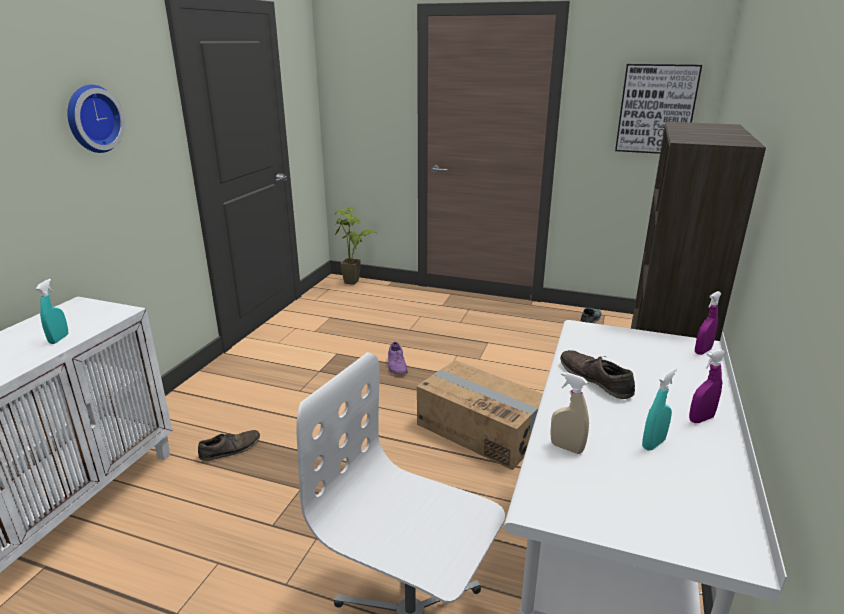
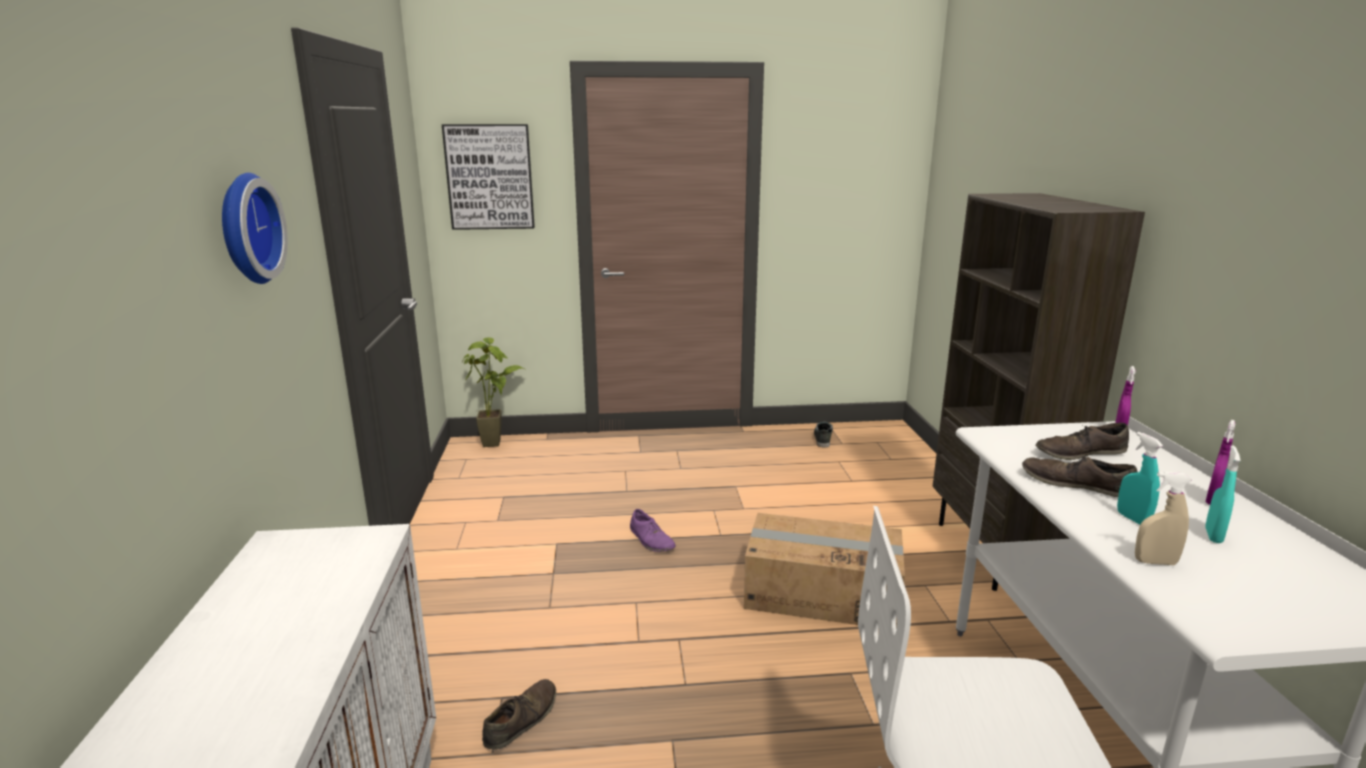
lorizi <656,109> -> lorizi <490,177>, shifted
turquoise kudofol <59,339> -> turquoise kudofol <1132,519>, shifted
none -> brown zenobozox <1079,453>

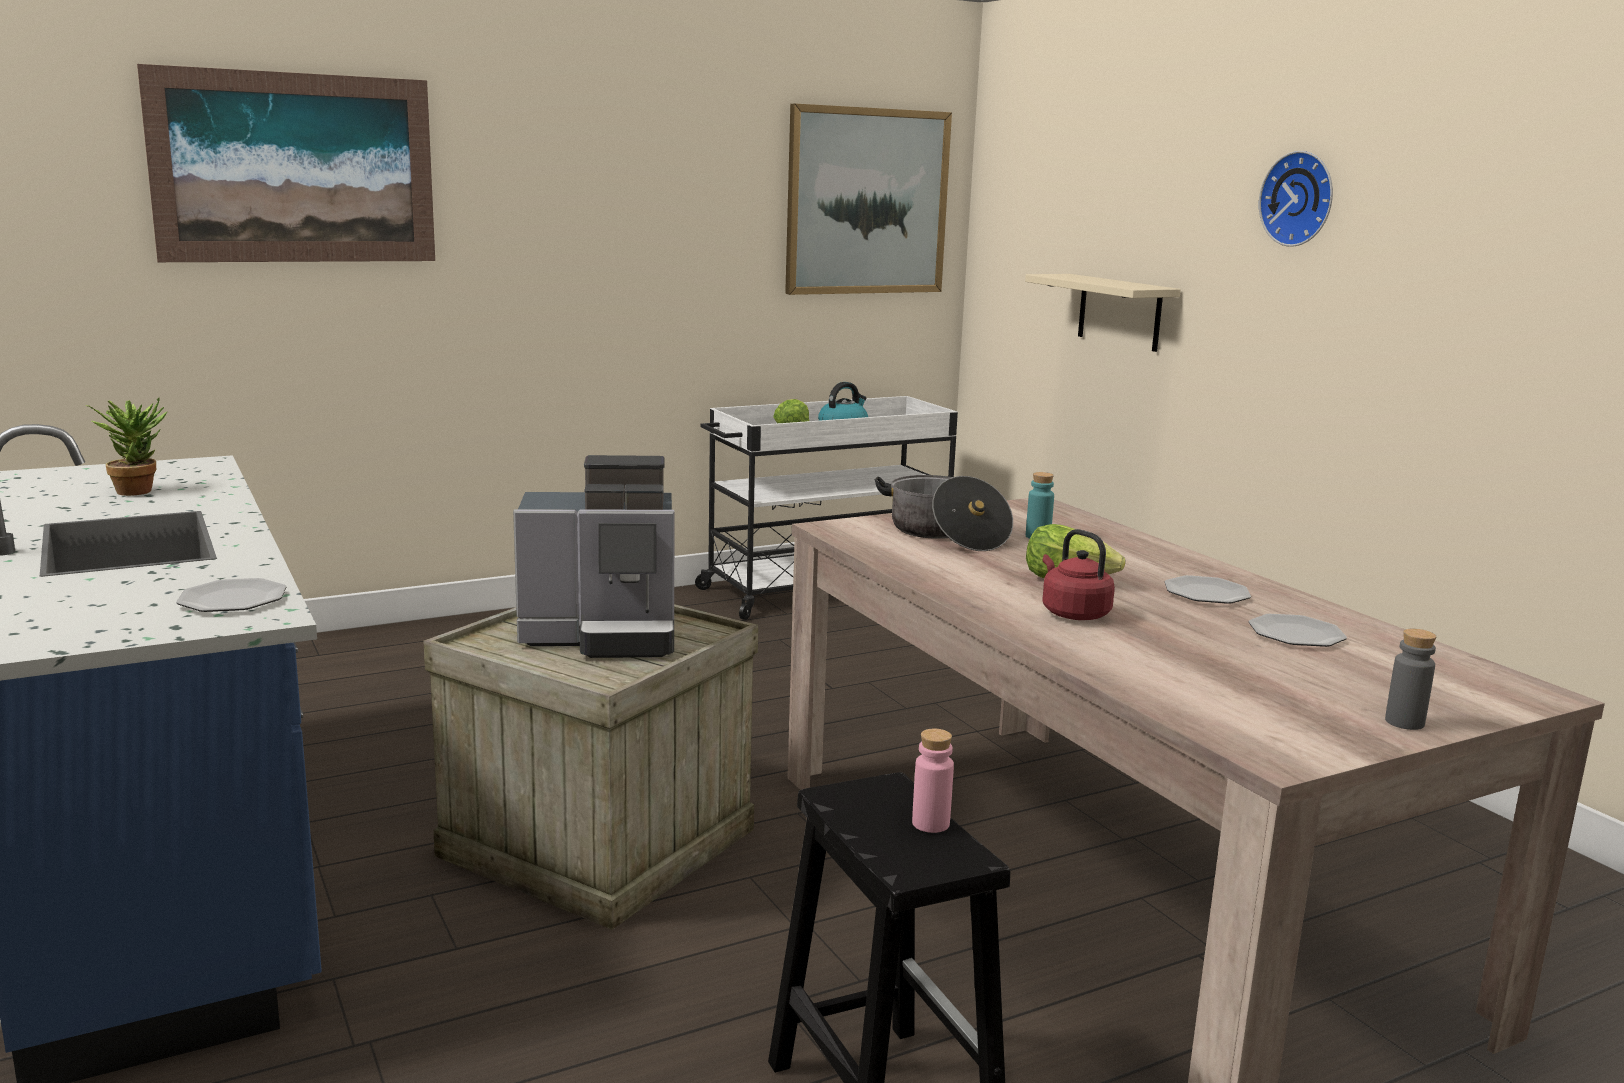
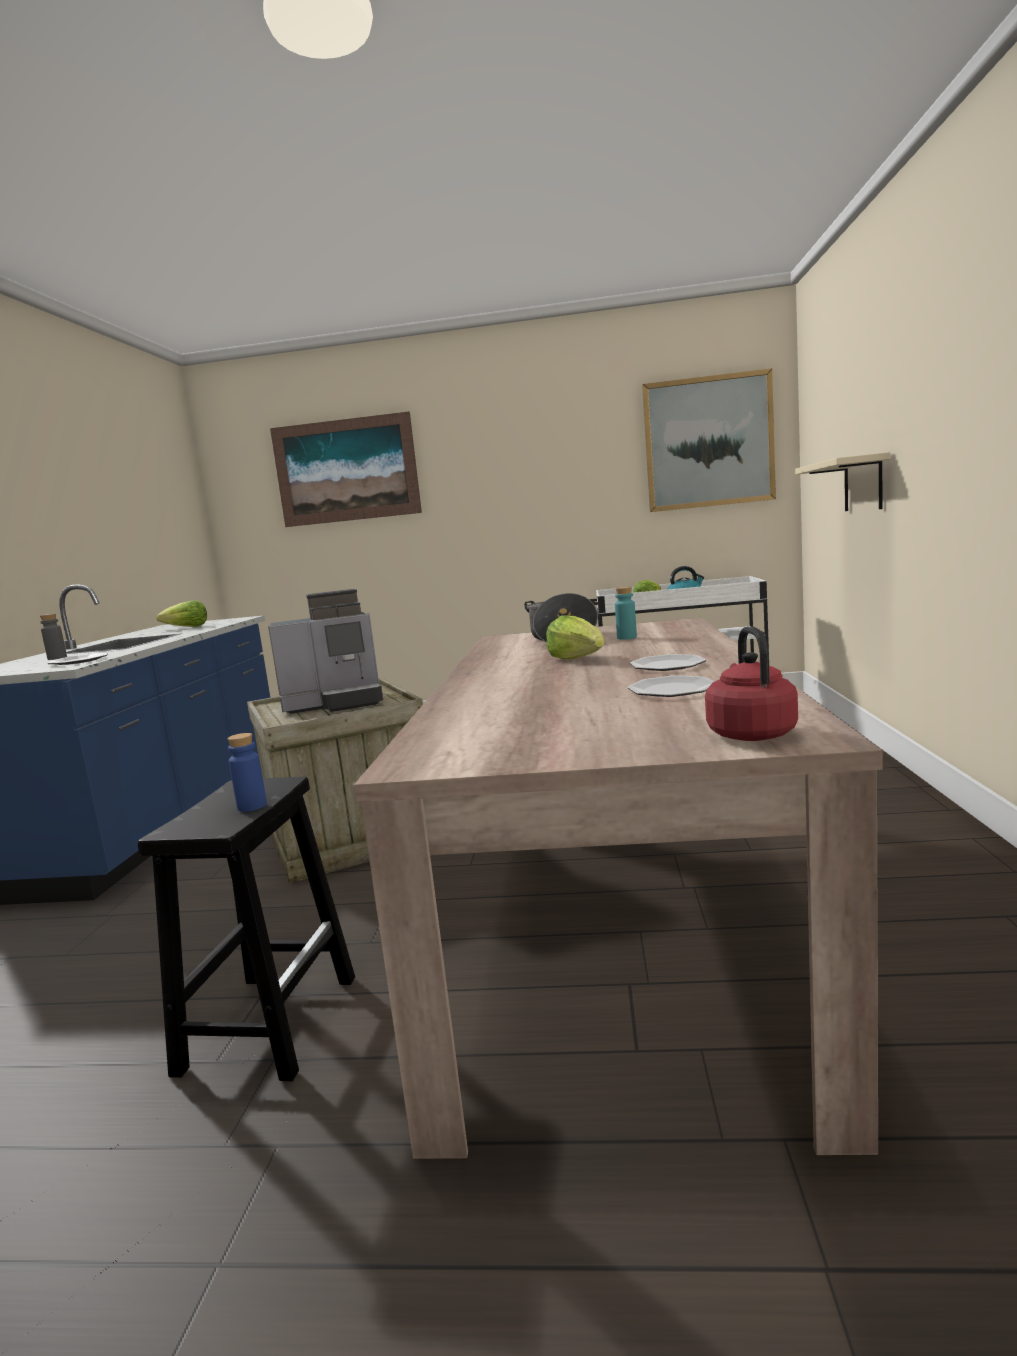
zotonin <1300,199> -> none
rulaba <138,490> -> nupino <186,627>
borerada <605,637> -> borerada <336,703>, 45 degrees counterclockwise
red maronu <1072,613> -> red maronu <750,733>, shifted
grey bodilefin <1404,722> -> grey bodilefin <57,658>, shifted
pink bodilefin <930,824> -> blue bodilefin <252,806>

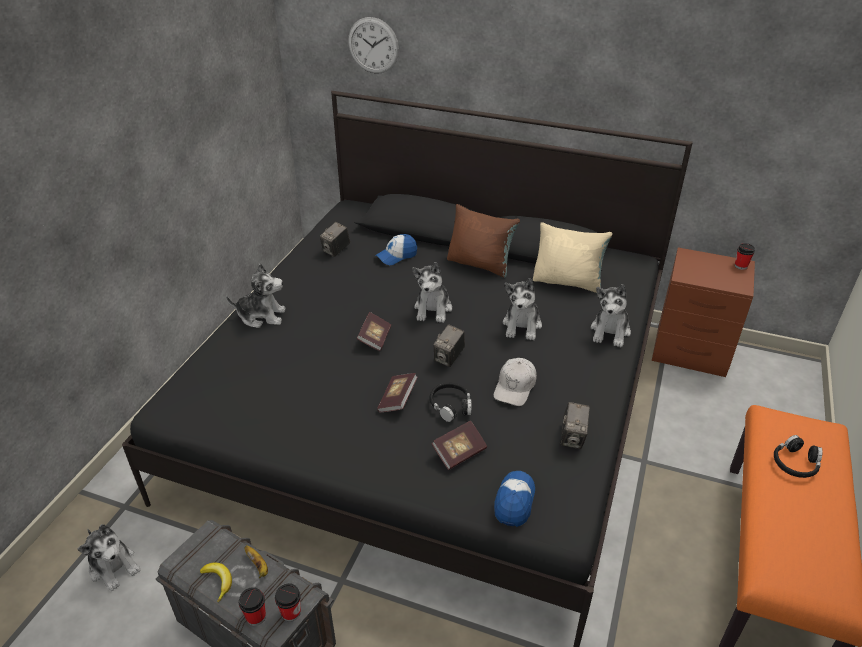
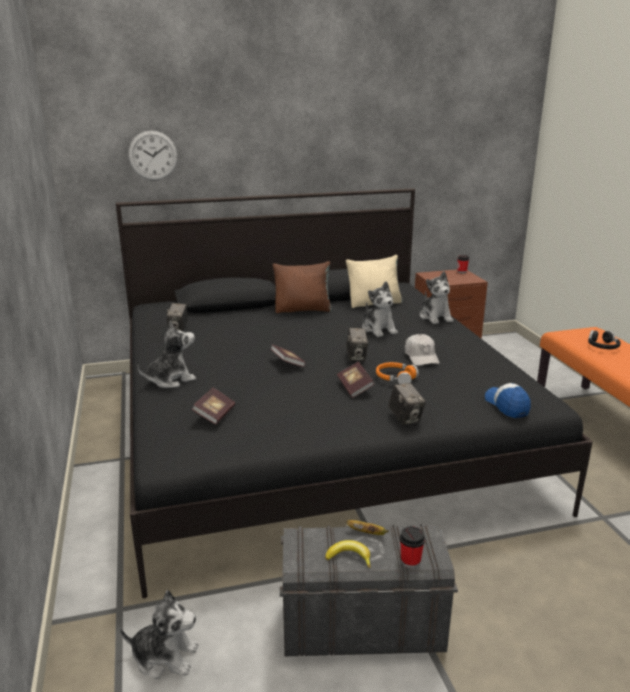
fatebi <397,256> -> none
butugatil <433,309> -> none
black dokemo <451,406> -> orange dokemo <395,378>
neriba <572,438> -> neriba <405,418>, shifted
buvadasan <459,452> -> buvadasan <215,414>, shifted
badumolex <291,612> -> none

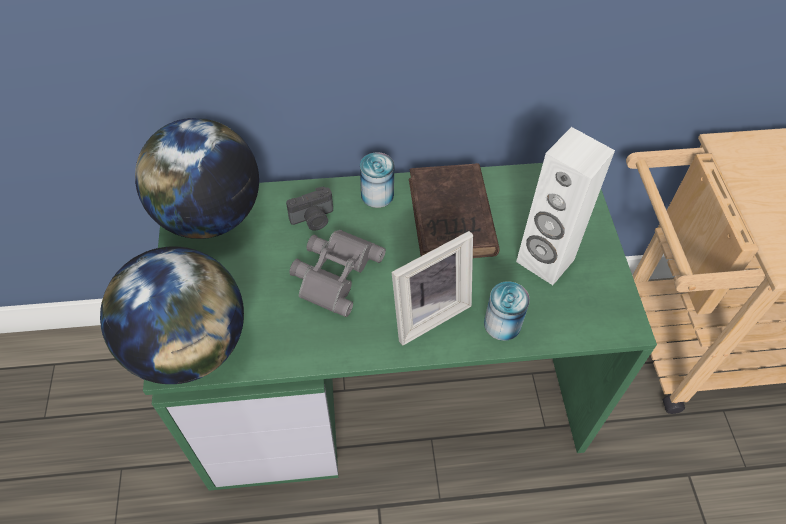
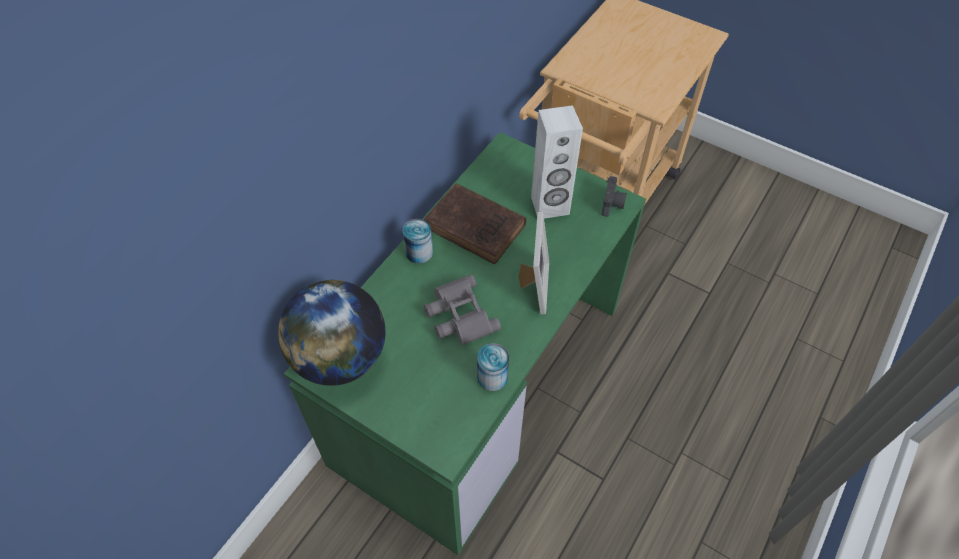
neriba <313,219> -> neriba <612,204>, shifted
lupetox <189,347> -> none
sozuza <502,324> -> sozuza <492,377>, shifted

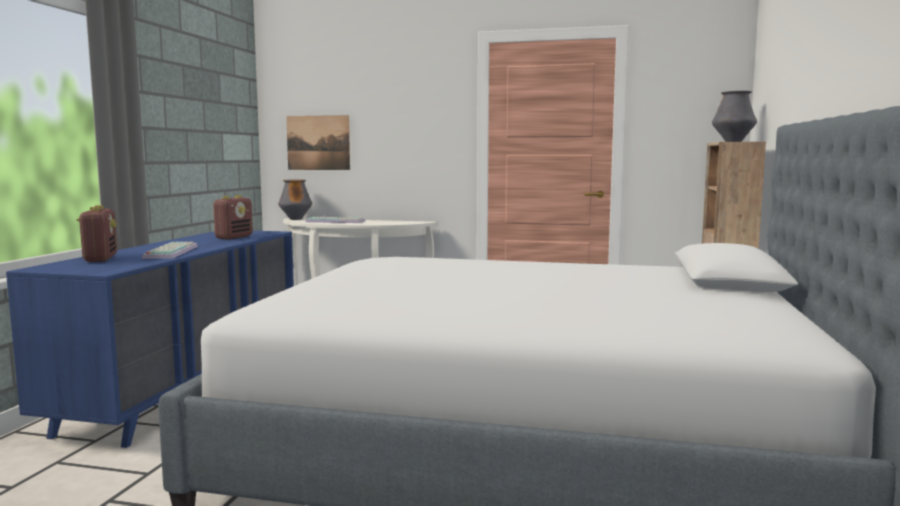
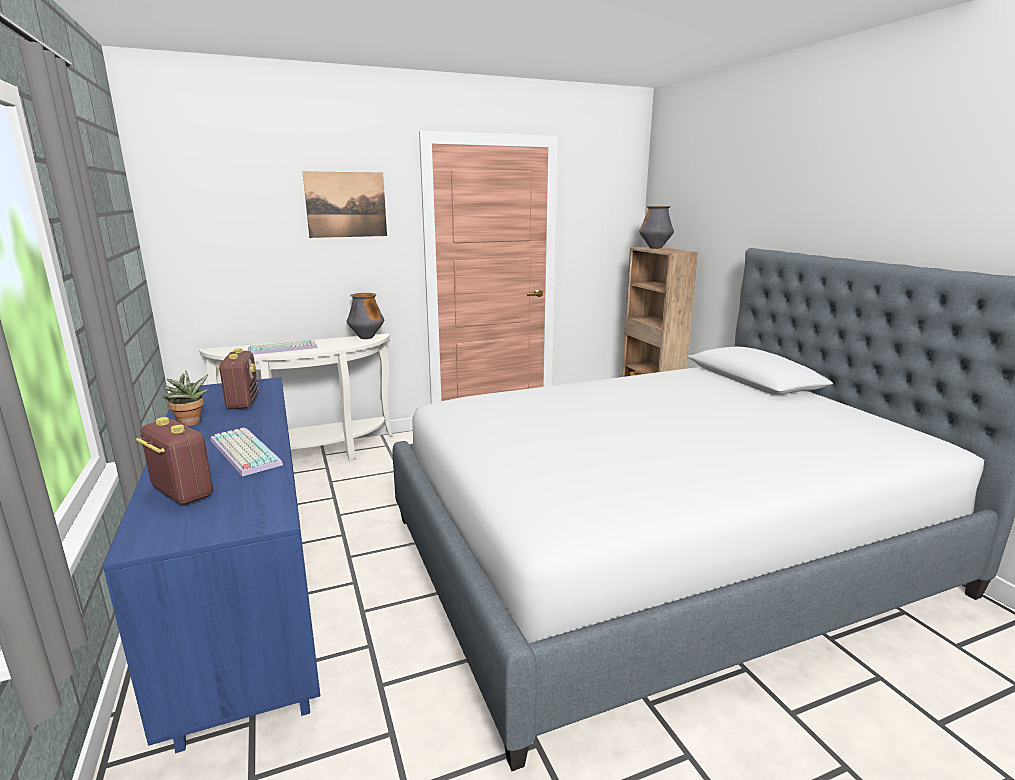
lorizi <318,142> -> lorizi <346,204>, shifted
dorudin <296,219> -> dorudin <366,338>, shifted
none -> rulaba <190,424>

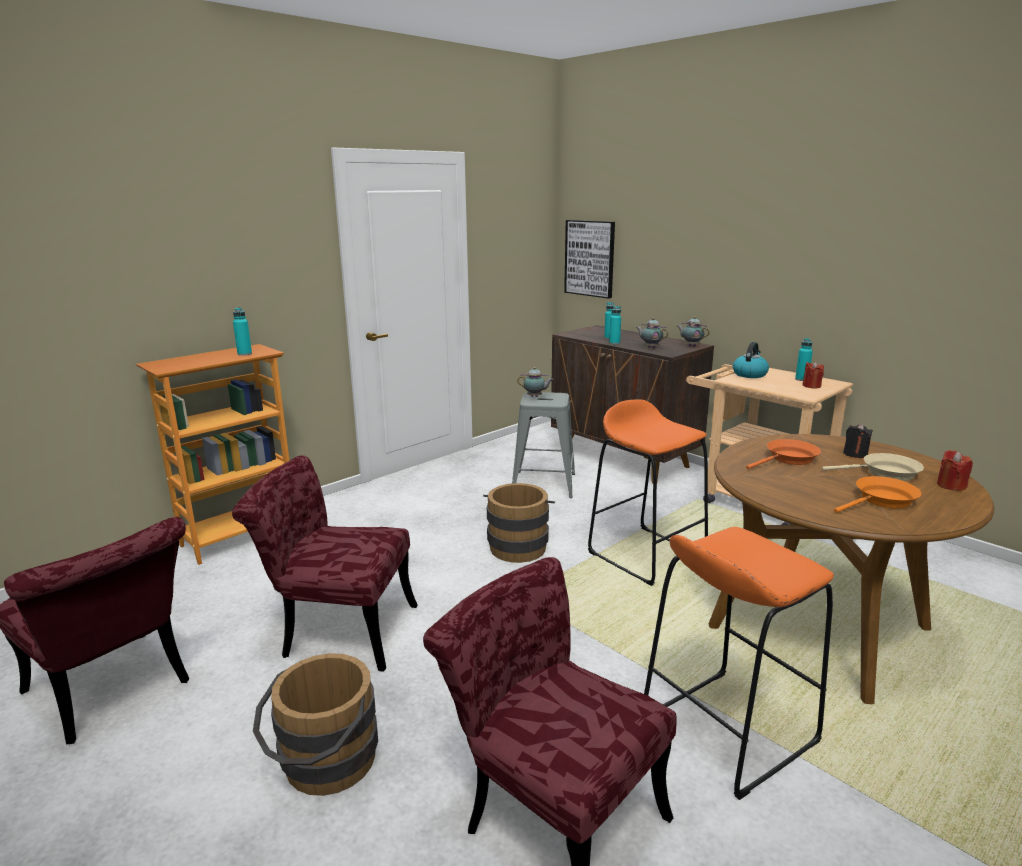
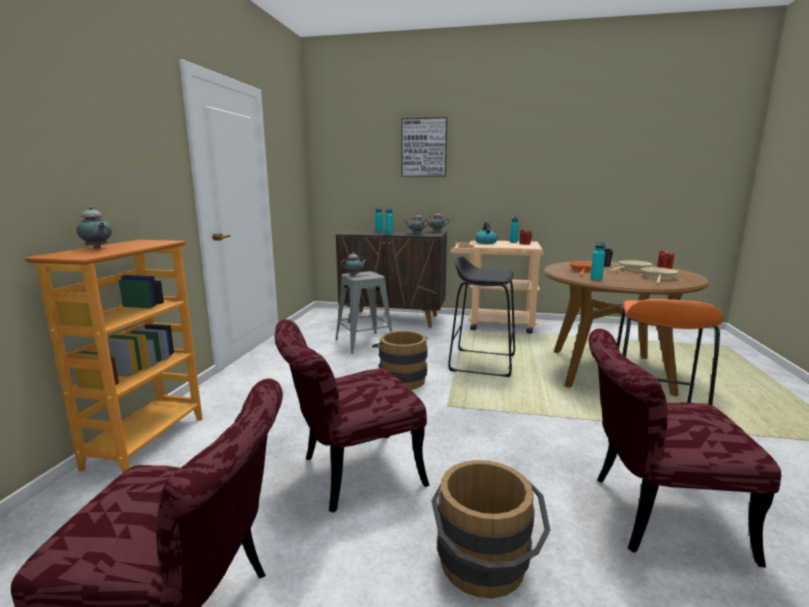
lorizi <590,258> -> lorizi <424,147>, shifted
turquoise bodilefin <244,354> -> turquoise bodilefin <596,279>, shifted
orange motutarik <646,554> -> black motutarik <482,363>
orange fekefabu <882,500> -> beige fekefabu <658,277>
none -> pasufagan <97,248>

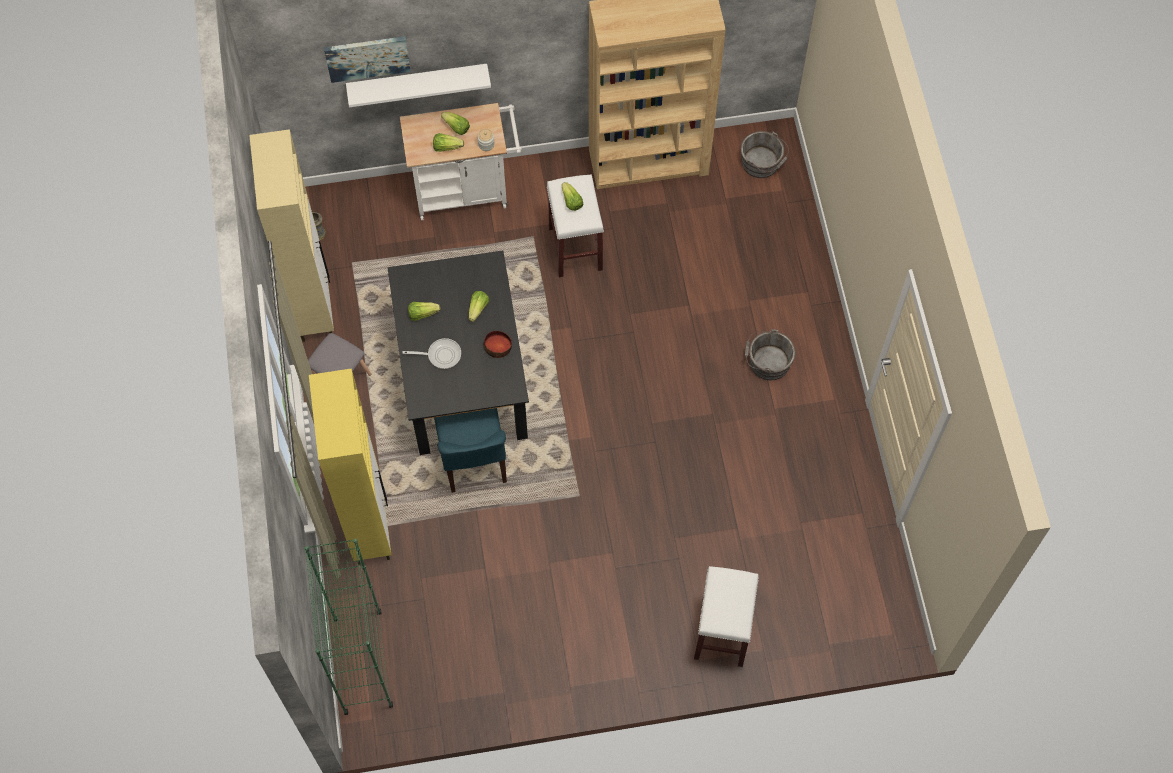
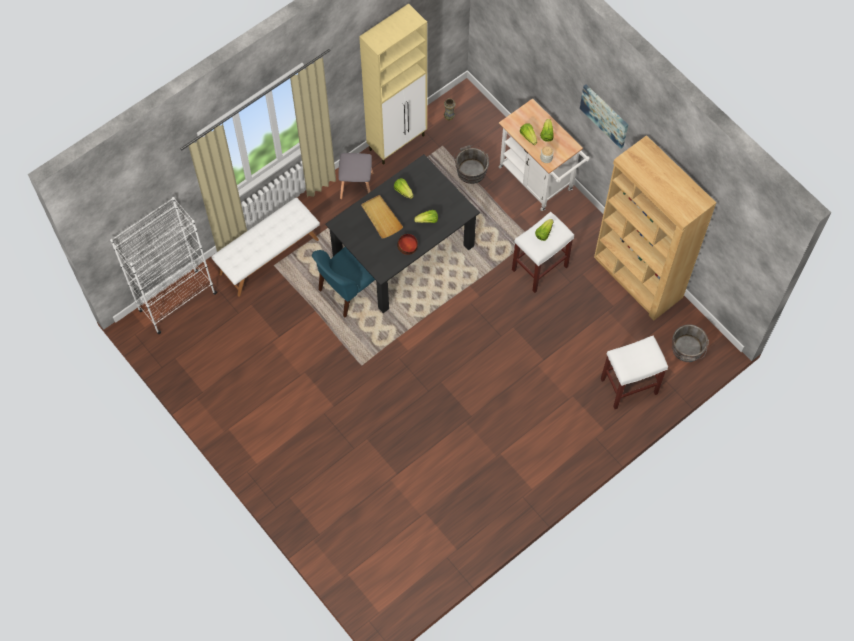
lorizi <367,57> -> lorizi <604,115>, shifted
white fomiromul <417,82> -> none
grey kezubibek <767,362> -> grey kezubibek <470,169>, shifted
fekefabu <441,355> -> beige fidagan <381,217>
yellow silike <369,525> -> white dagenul <268,256>
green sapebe <363,662> -> white sapebe <177,302>
white motutarik <722,633> -> white motutarik <628,387>, shifted

